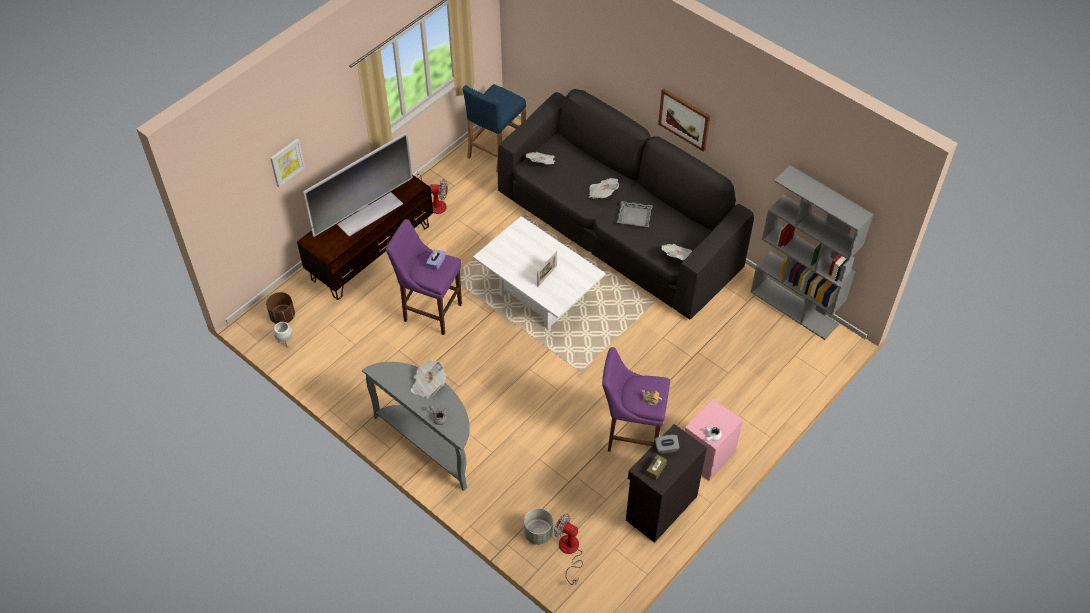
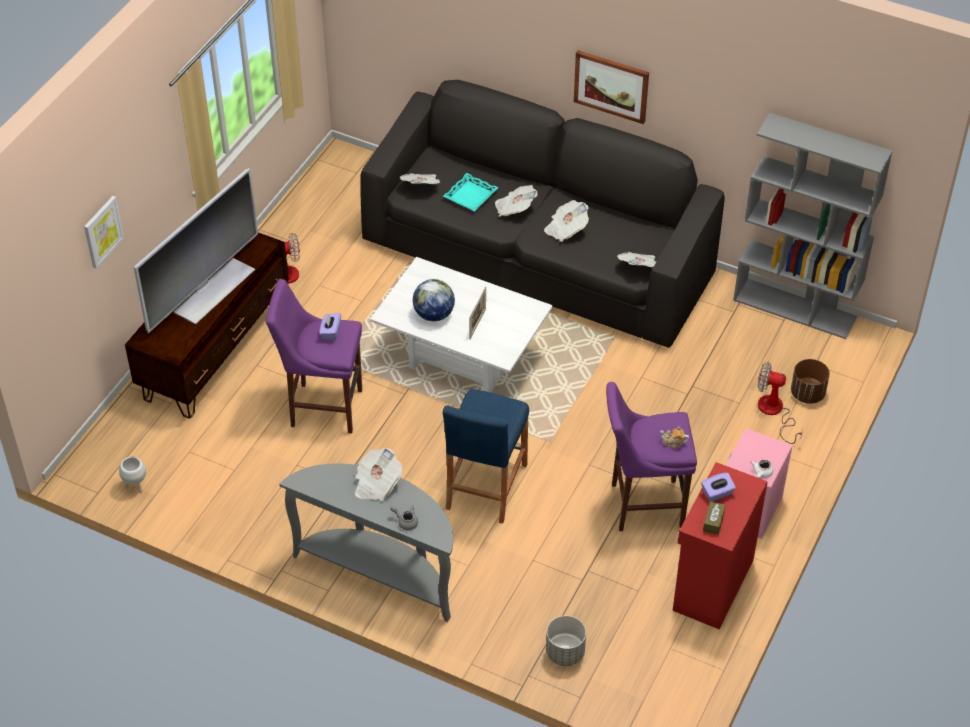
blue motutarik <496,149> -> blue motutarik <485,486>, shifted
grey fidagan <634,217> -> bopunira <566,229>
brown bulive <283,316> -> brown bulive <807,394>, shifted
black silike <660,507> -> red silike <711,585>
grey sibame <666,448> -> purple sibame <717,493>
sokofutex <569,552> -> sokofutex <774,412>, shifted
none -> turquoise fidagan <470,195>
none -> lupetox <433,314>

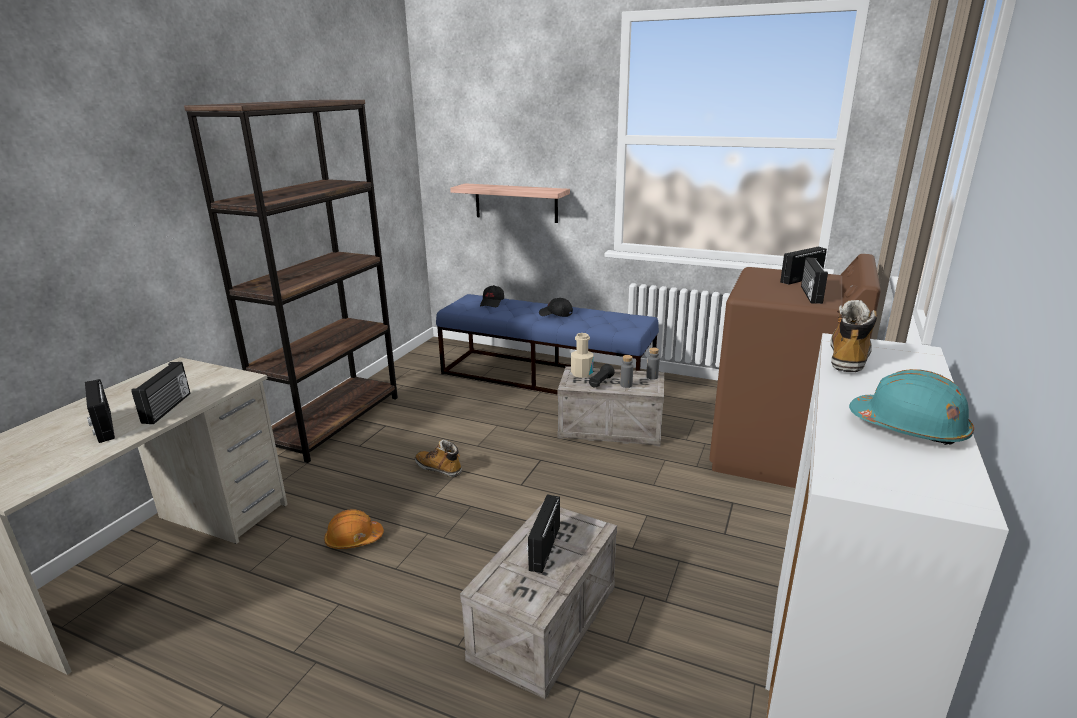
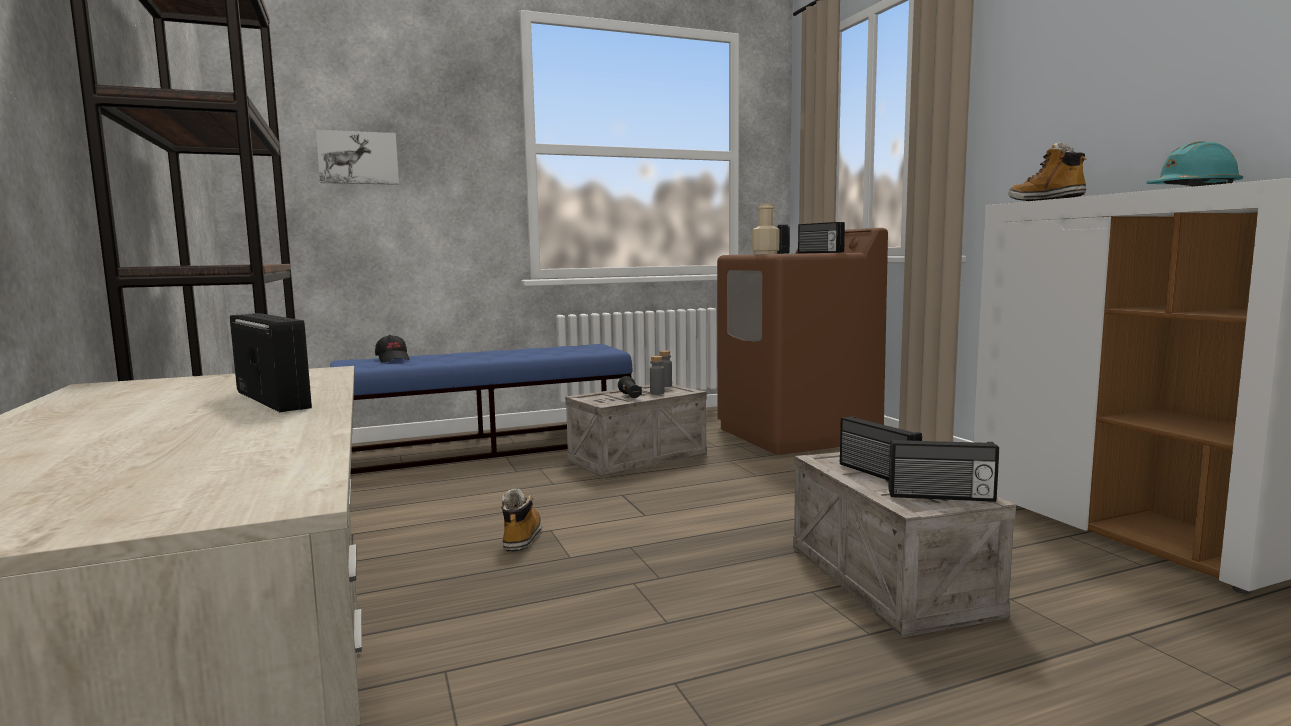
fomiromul <516,203> -> none
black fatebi <555,314> -> none
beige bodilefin <581,373> -> beige bodilefin <765,253>, shifted
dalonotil <103,427> -> dalonotil <941,497>, shifted
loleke <439,468> -> loleke <522,537>, 105 degrees clockwise
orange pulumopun <353,539> -> none
none -> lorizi <358,158>

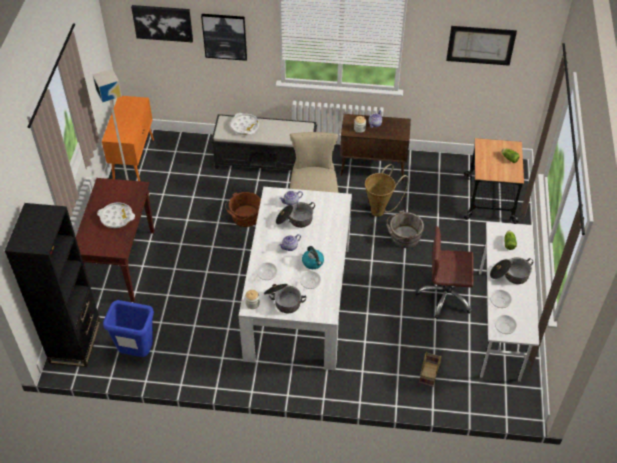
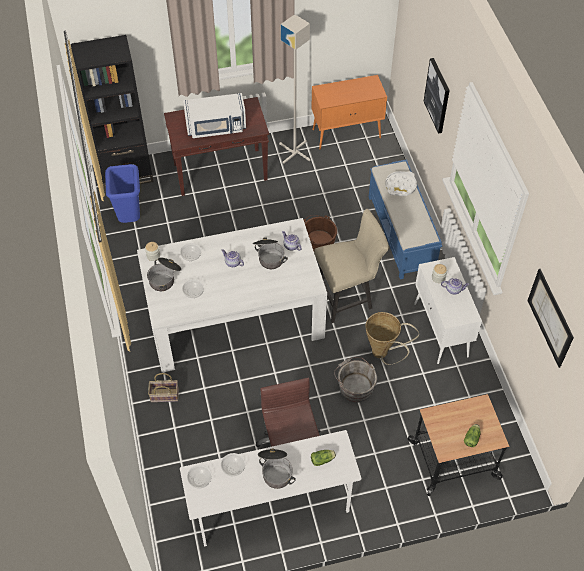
lorizi <163,22> -> none
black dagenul <266,161> -> blue dagenul <401,234>
brown silike <373,168> -> white silike <441,330>
white fidagan <116,217> -> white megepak <216,127>
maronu <313,262> -> none
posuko <429,374> -> posuko <164,396>, shifted

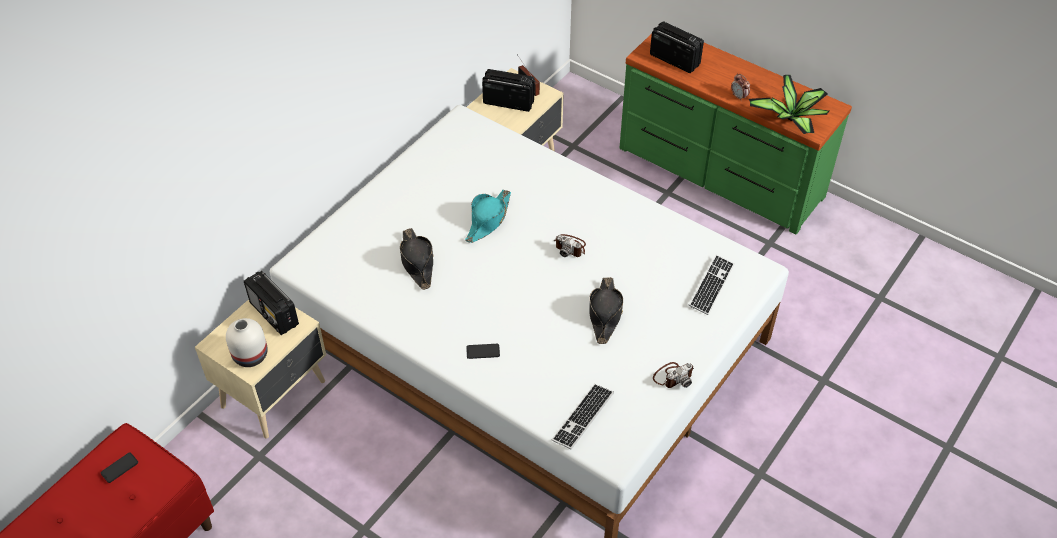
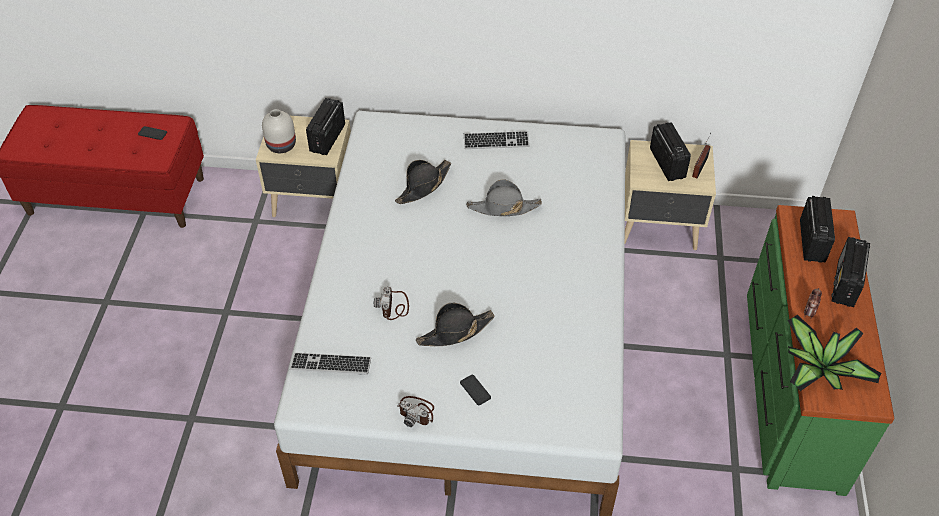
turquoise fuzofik <488,220> -> grey fuzofik <503,207>
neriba <570,247> -> neriba <394,306>, shifted
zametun <711,286> -> zametun <496,141>, shifted
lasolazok <483,351> -> lasolazok <475,390>, shifted
none -> dalonotil <845,284>

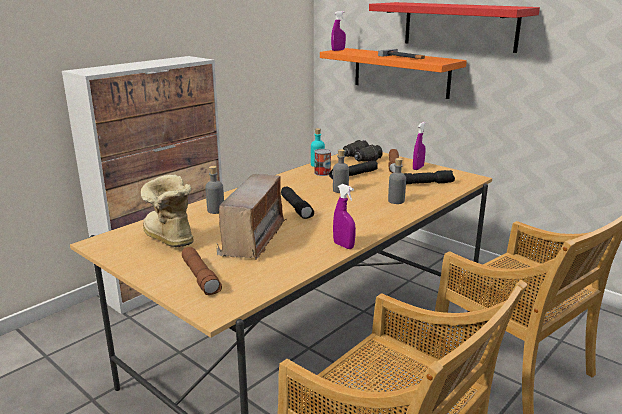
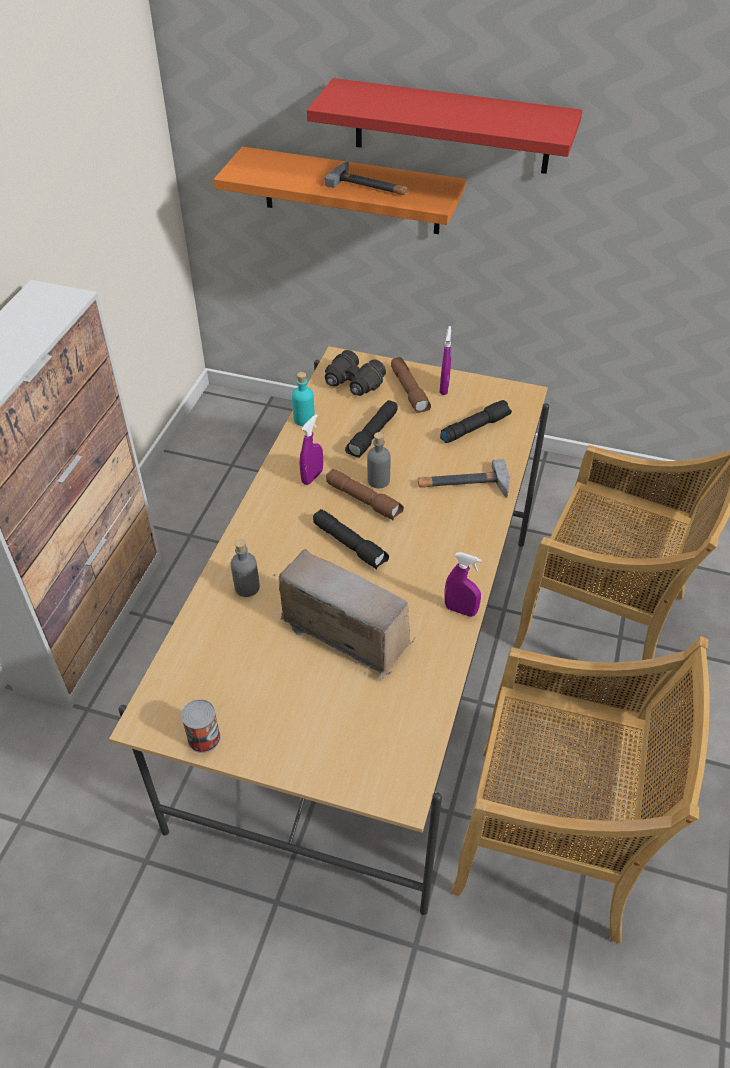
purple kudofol <338,50> -> purple kudofol <312,477>, shifted
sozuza <322,173> -> sozuza <204,738>, shifted
grey bodilefin <396,201> -> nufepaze <463,484>
dalonotil <254,238> -> dalonotil <343,633>, 45 degrees counterclockwise
loleke <167,238> -> none
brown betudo <201,277> -> brown betudo <364,500>, shifted

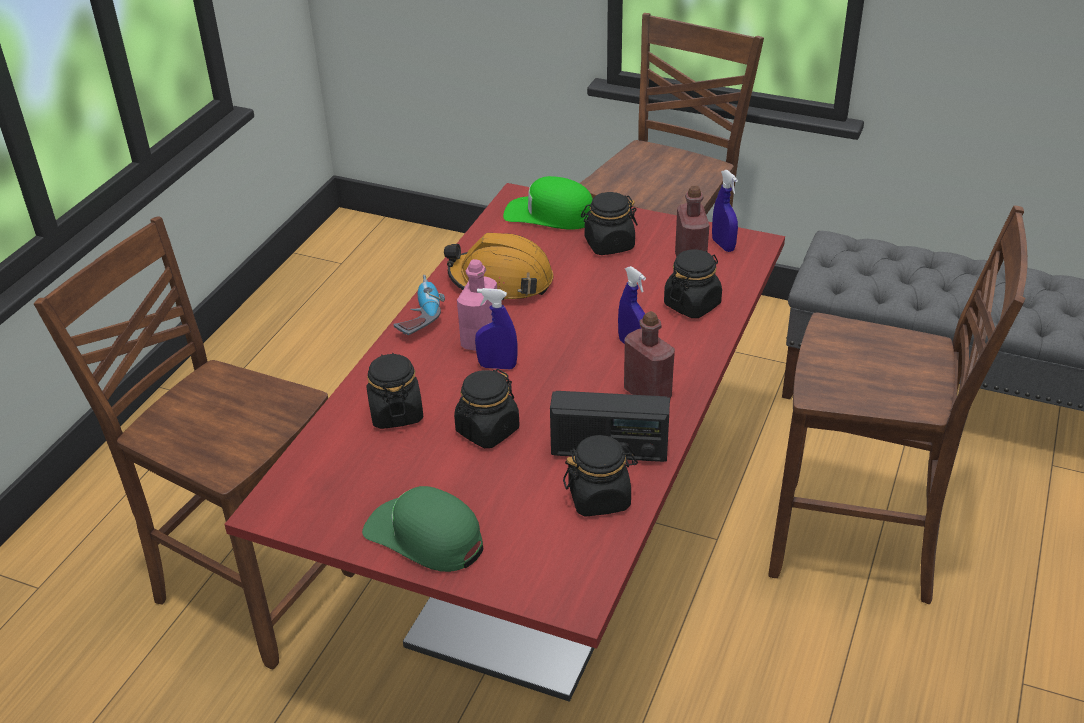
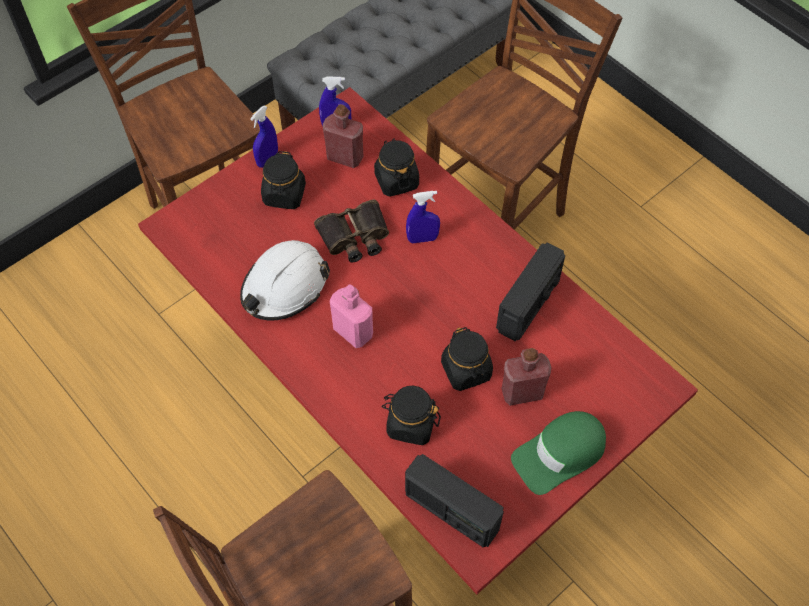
green fatebi <550,215> -> none
orange pulumopun <501,281> -> white pulumopun <284,287>
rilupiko <419,314> -> none
blue kudofol <497,366> -> blue kudofol <267,159>, shifted
red bodilefin <647,394> -> red bodilefin <522,392>, shifted
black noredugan <600,498> -> none
none -> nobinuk <355,237>
none -> dalonotil <451,511>

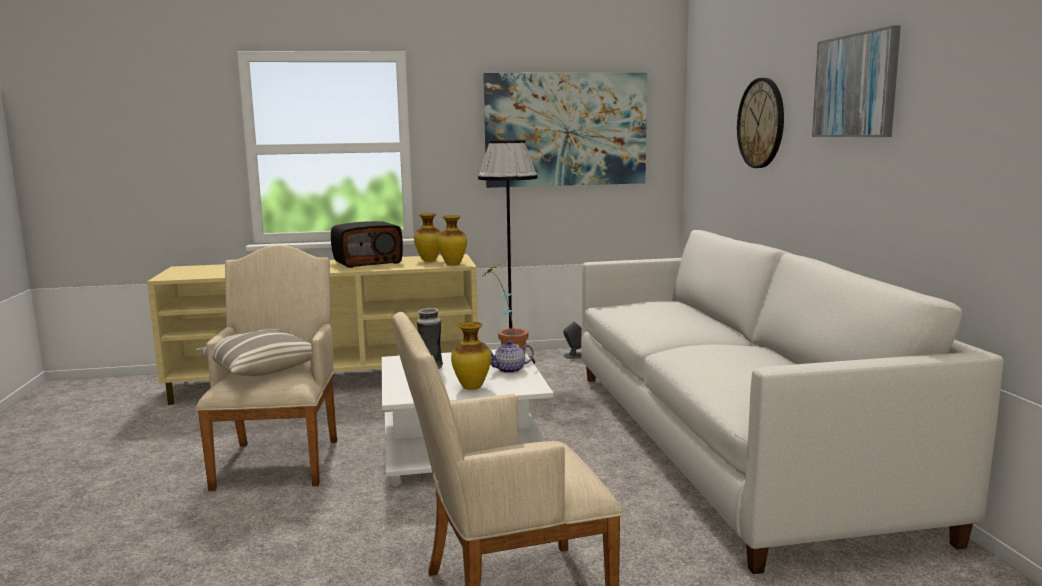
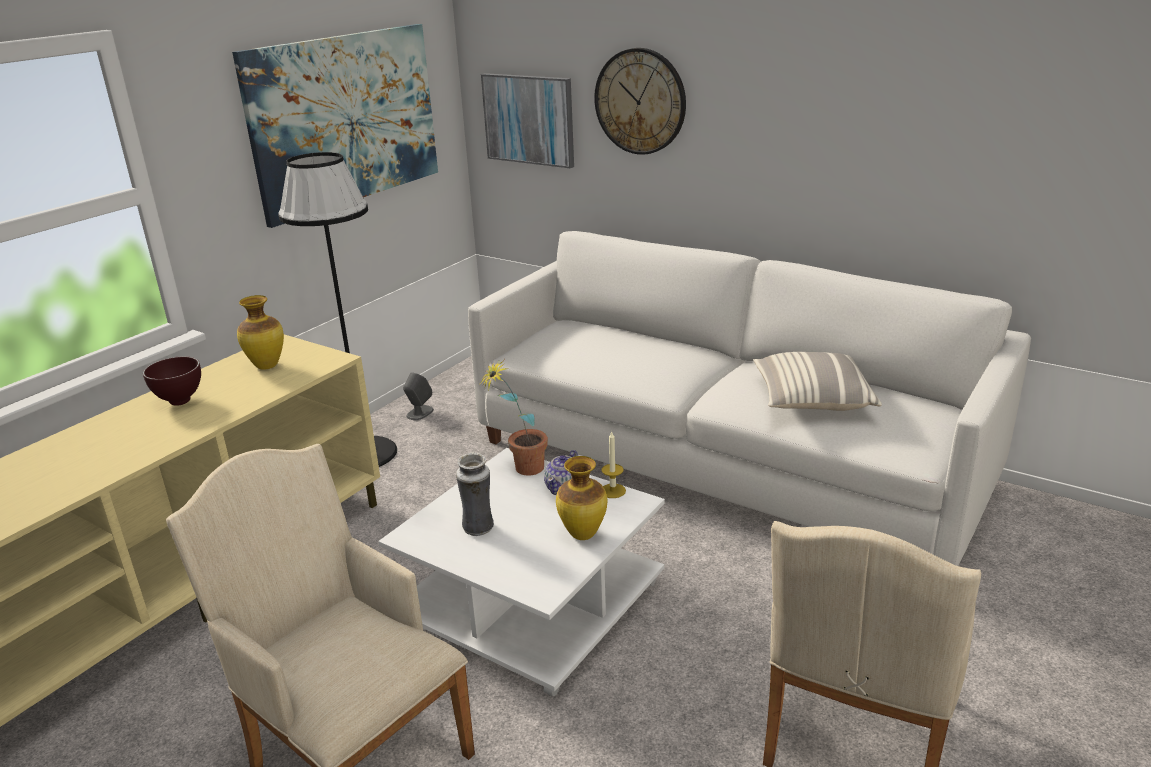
lorizi <856,86> -> lorizi <529,119>, shifted
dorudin <452,264> -> none
dalonotil <368,262> -> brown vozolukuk <180,401>
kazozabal <260,368> -> kazozabal <811,399>, shifted
none -> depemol <613,491>

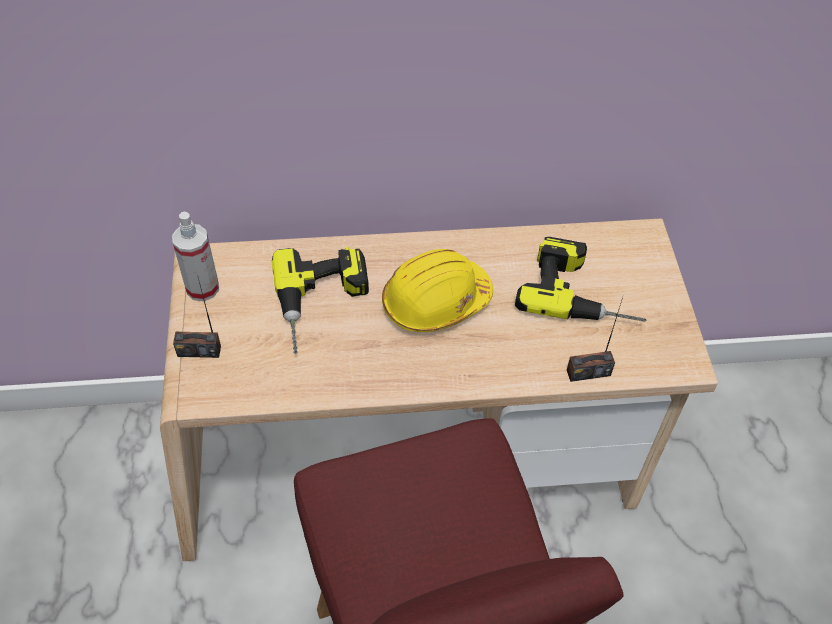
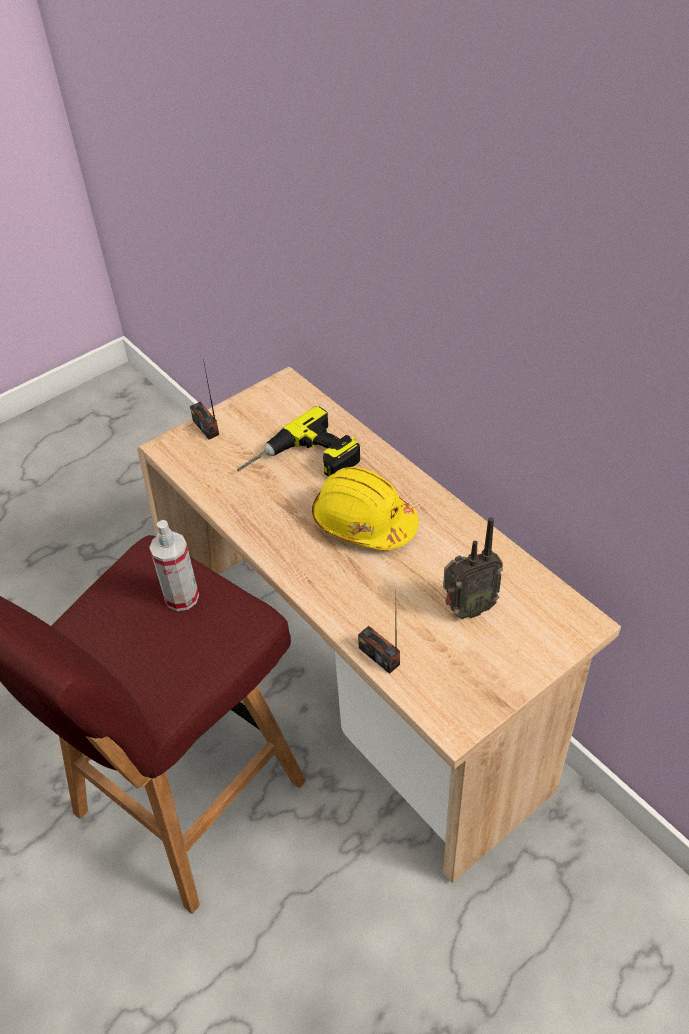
kudofol <202,288> -> kudofol <181,597>, shifted
rilupiko <582,291> -> dalonotil <467,609>

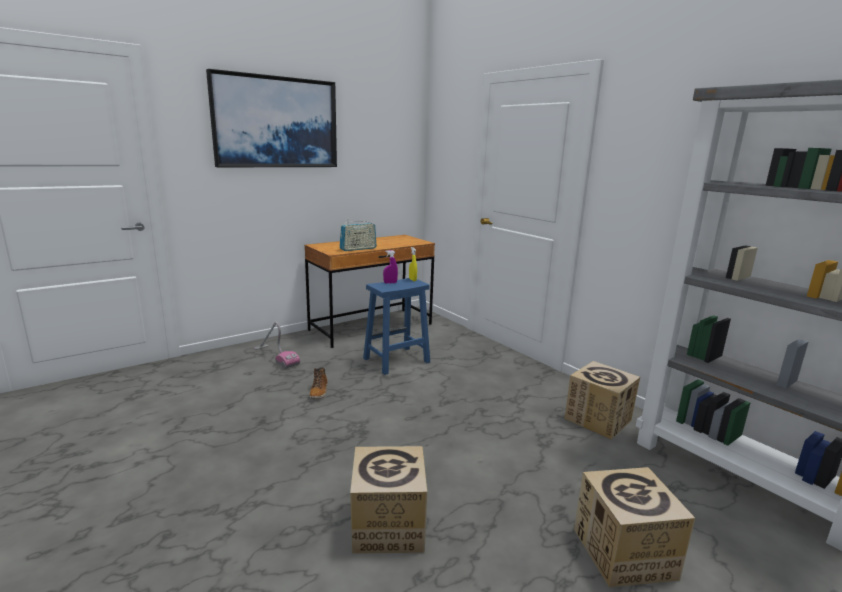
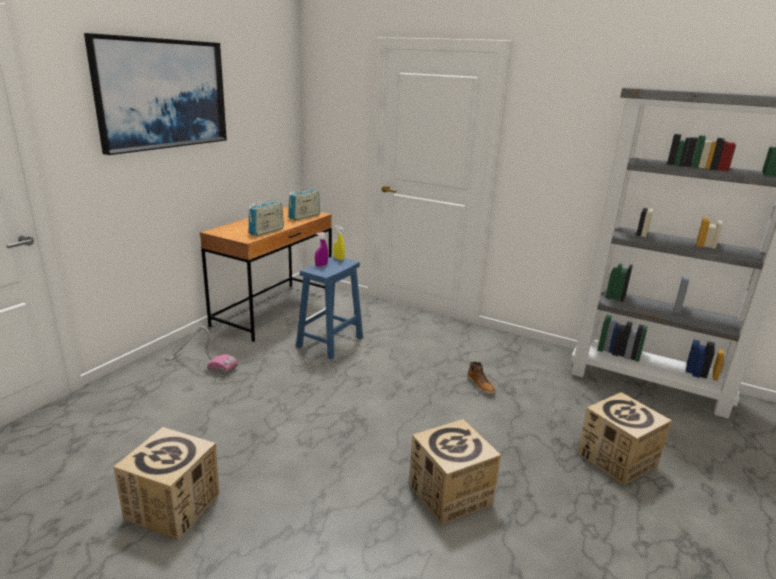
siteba <598,419> -> siteba <173,506>, shifted
loleke <319,391> -> loleke <481,385>, shifted
none -> dalonotil <304,216>

